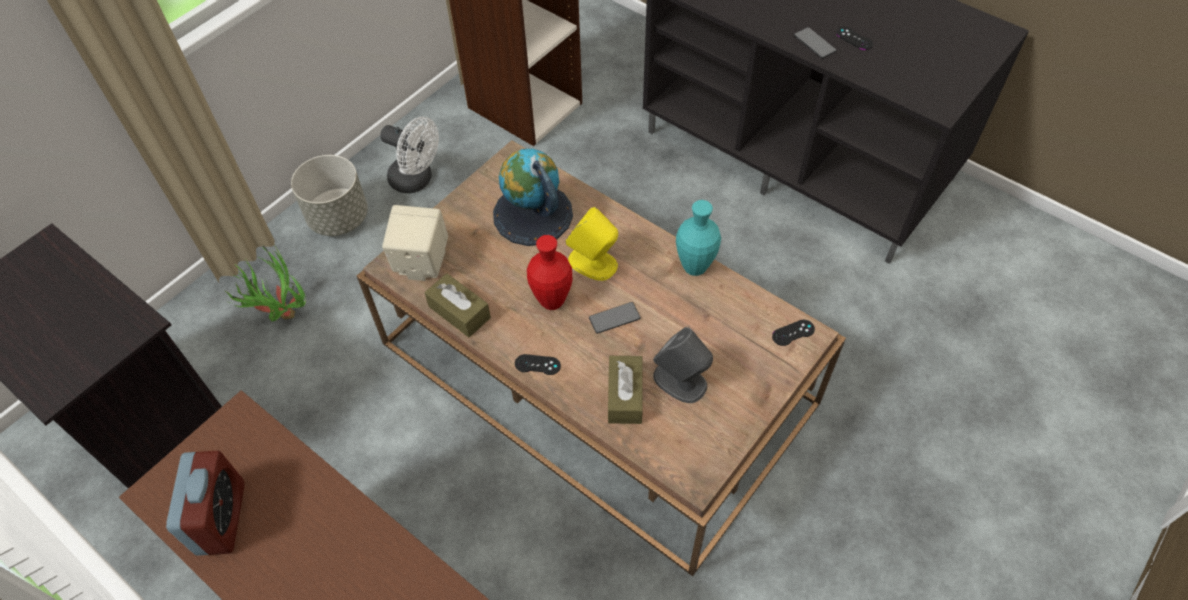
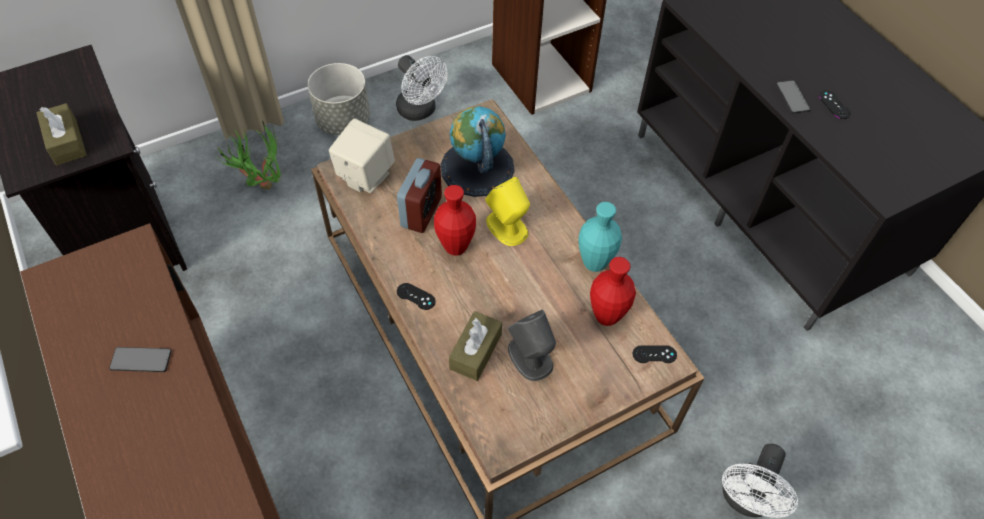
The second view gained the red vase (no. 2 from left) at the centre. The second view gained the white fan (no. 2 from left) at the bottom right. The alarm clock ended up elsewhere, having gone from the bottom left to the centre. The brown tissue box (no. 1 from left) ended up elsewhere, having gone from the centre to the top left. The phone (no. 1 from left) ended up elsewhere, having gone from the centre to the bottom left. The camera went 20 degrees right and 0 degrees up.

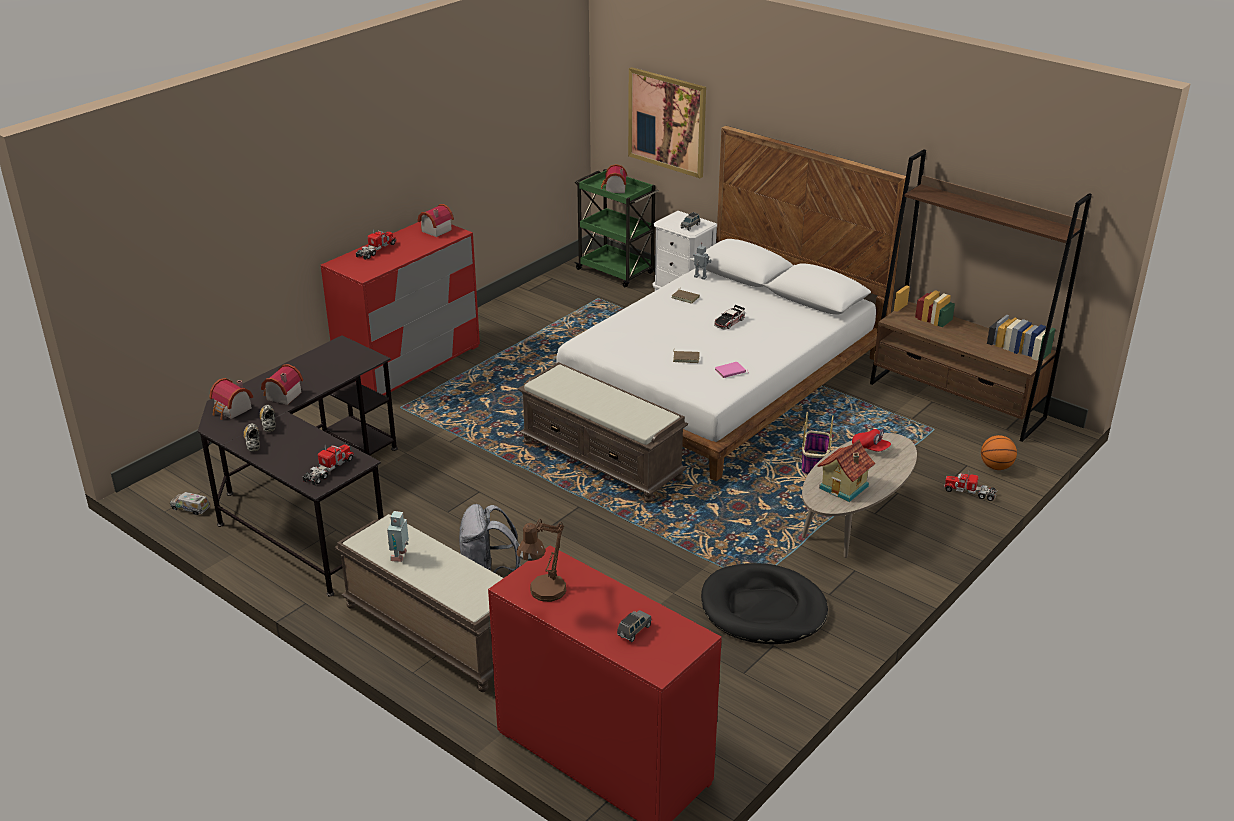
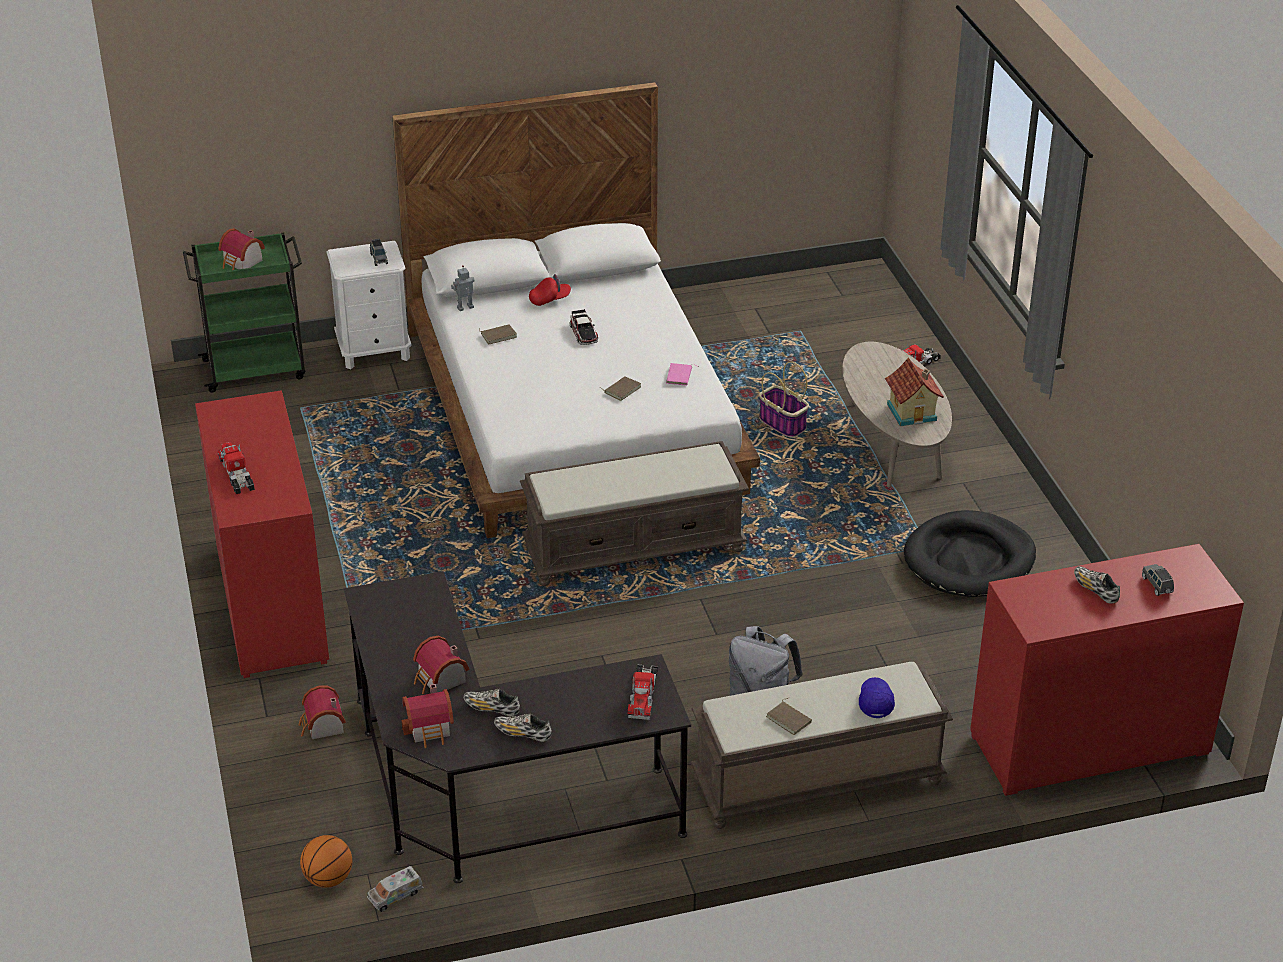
The second view lost the brown table lamp at the bottom centre. The second view lost the picture at the top centre. The second view lost the brown bookcase at the middle right. The second view gained the blue cap at the bottom right. The second view gained the shoe (no. 3 from left) at the middle right. The toy house (no. 3 from left in the first image) ended up elsewhere, having gone from the top centre to the bottom left. The red cap ended up elsewhere, having gone from the middle right to the top centre. The basketball ended up elsewhere, having gone from the middle right to the bottom left. Where the toy robot (no. 1 from left) stood at the middle left, the brown book (no. 3 from left) came to stand at the bottom centre. The toy truck (no. 2 from left in the first image) at the middle left ended up facing another way, 150 degrees counterclockwise from before. The camera went 55 degrees left and 5 degrees up.

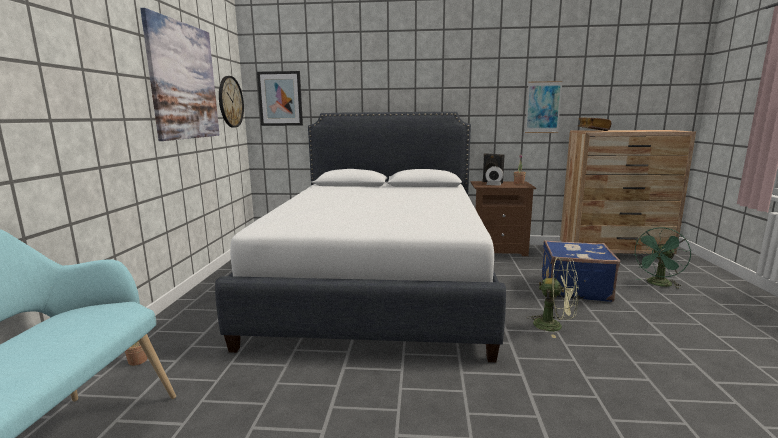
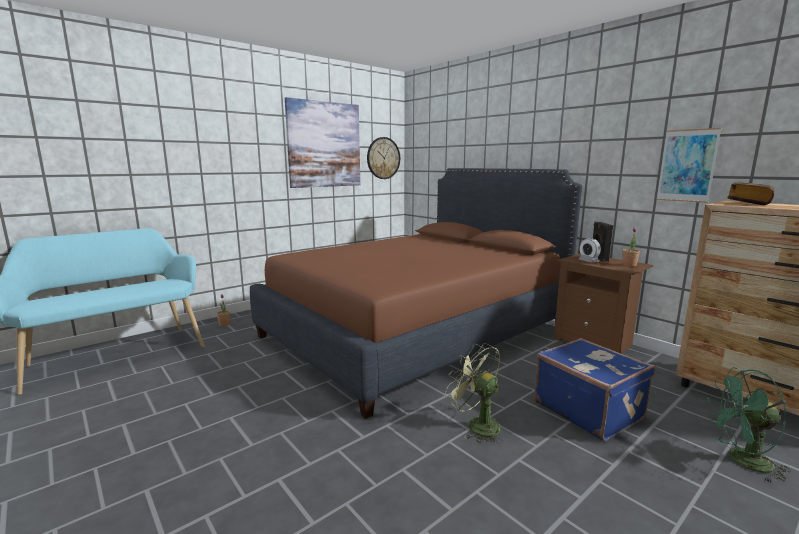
The second view lost the picture (no. 2 from left) at the top centre. What was the white bed at the centre turned into the brown bed at the centre. The green fan (no. 1 from left) at the bottom right ended up facing another way, 150 degrees clockwise from before. The camera went 45 degrees right and 0 degrees up.

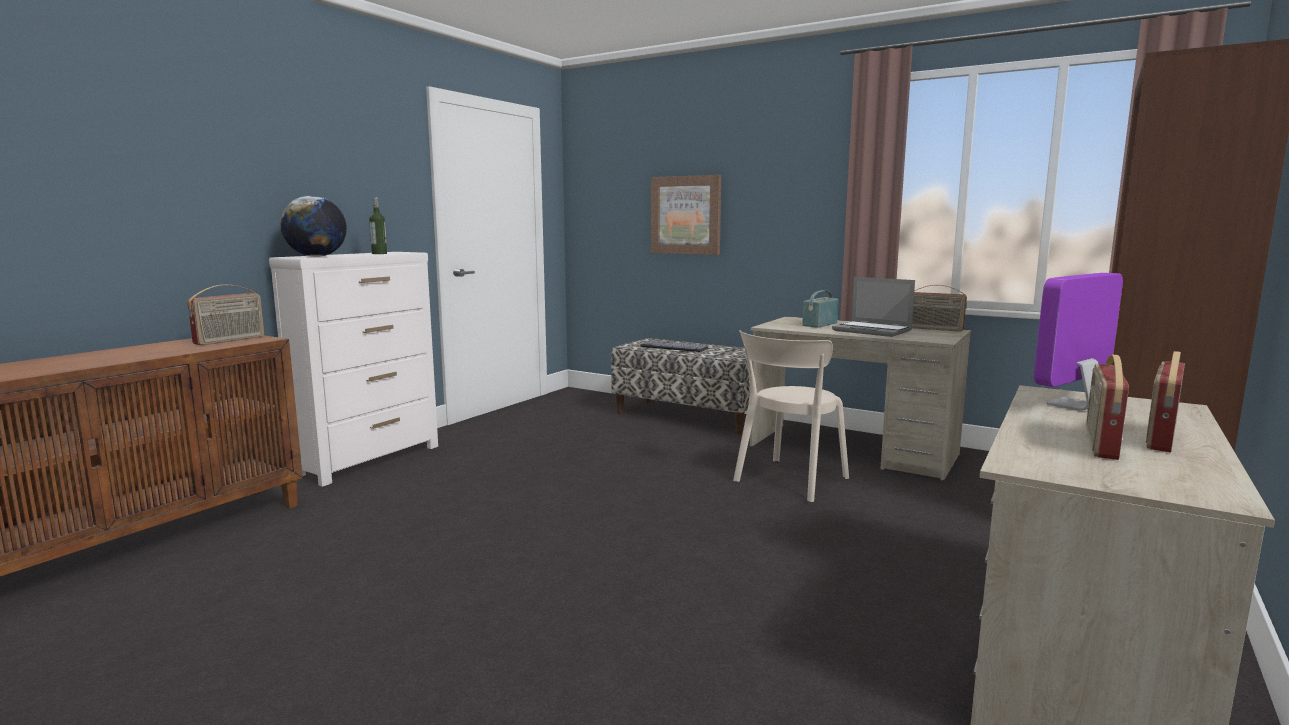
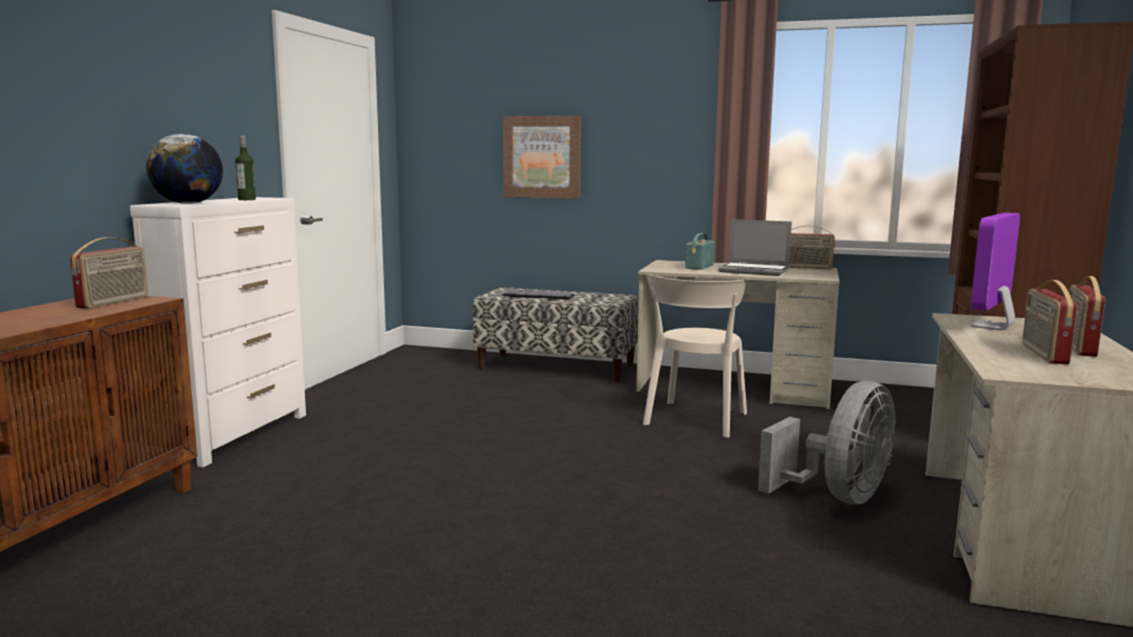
The second view gained the grey fan at the bottom right. The camera went 15 degrees left and 0 degrees up.

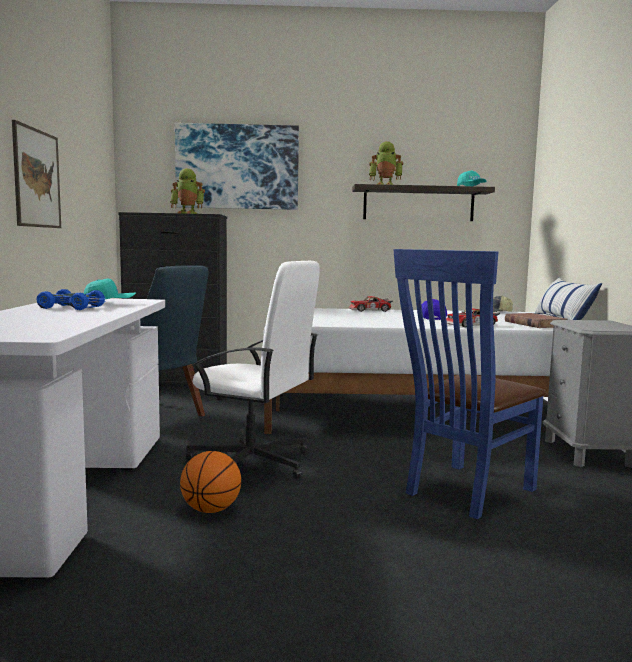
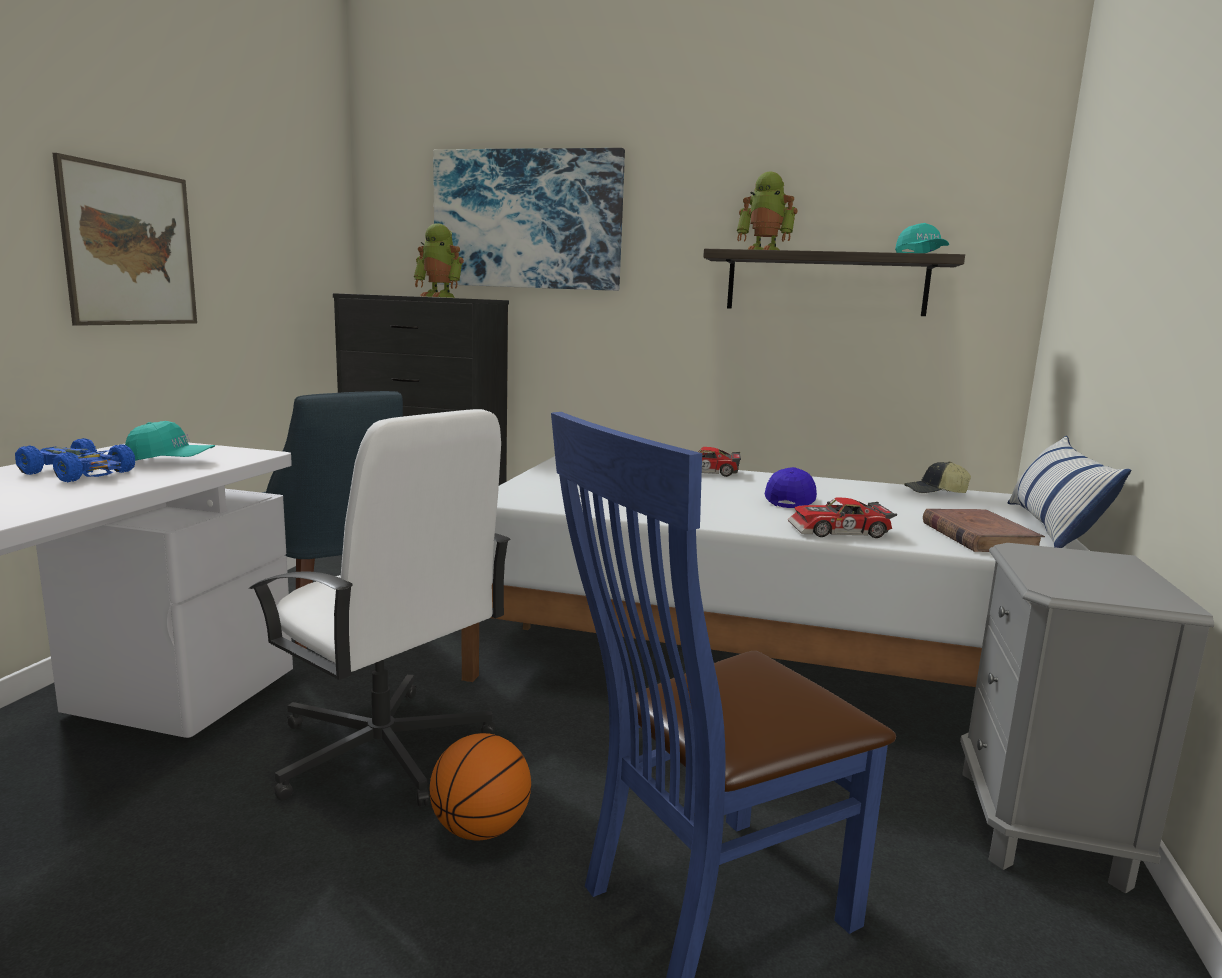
The basketball ended up elsewhere, having gone from the bottom left to the bottom centre. The camera went 15 degrees right and 5 degrees up.

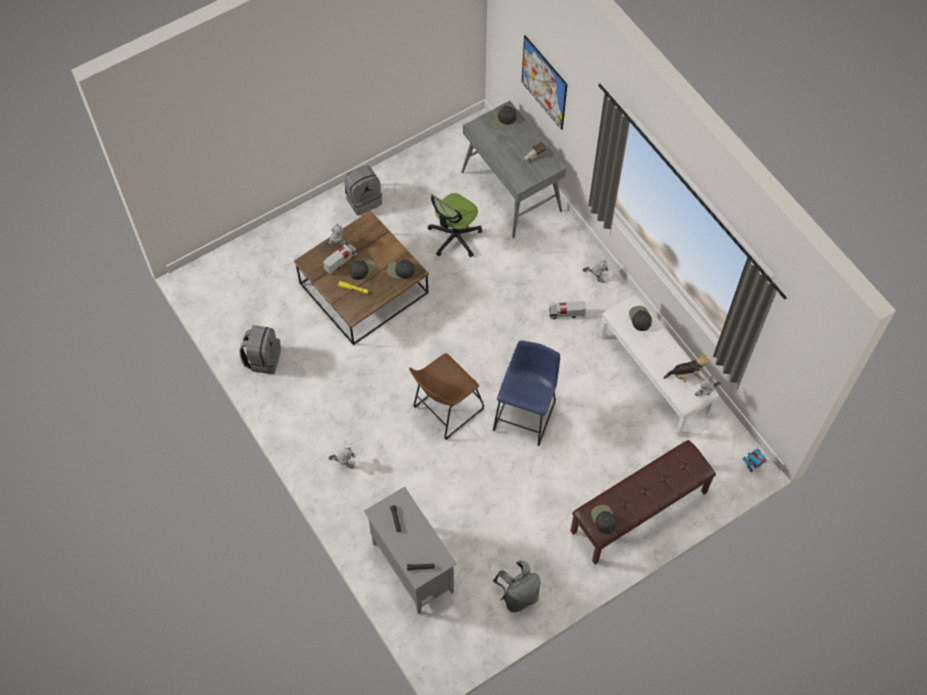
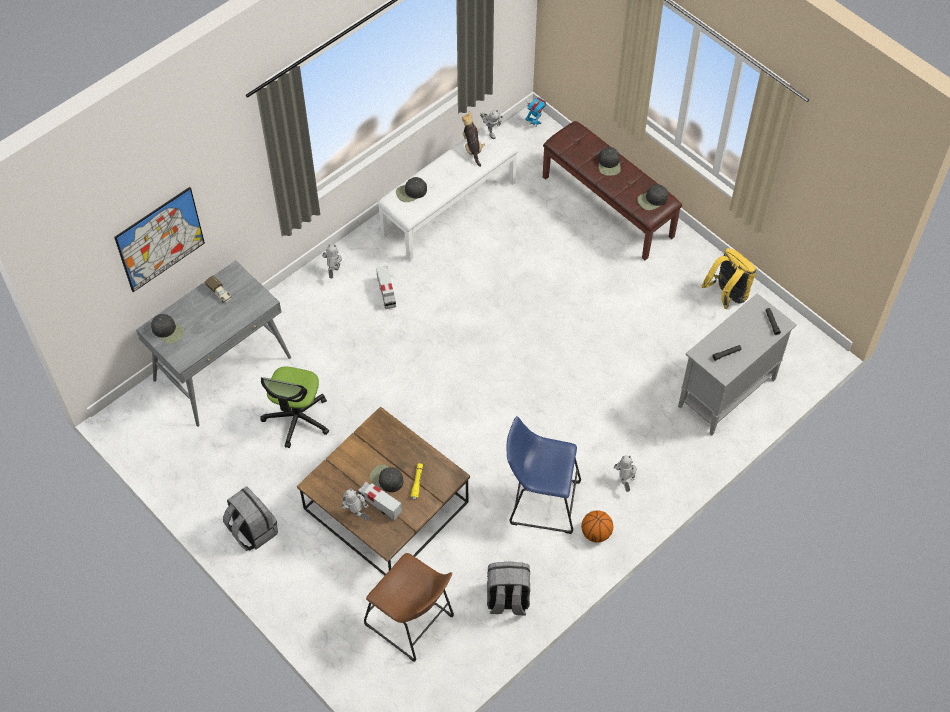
The second view gained the basketball at the bottom centre. The black cap (no. 2 from left in the first image) ended up elsewhere, having gone from the centre to the top centre. The brown stool ended up elsewhere, having gone from the centre to the bottom centre. The blue stool ended up elsewhere, having gone from the centre to the bottom centre. What was the grey backpack (no. 3 from left) at the bottom centre turned into the yellow backpack at the middle right. The office chair at the top centre ended up facing another way, 75 degrees clockwise from before. The camera went 100 degrees left and 5 degrees down.

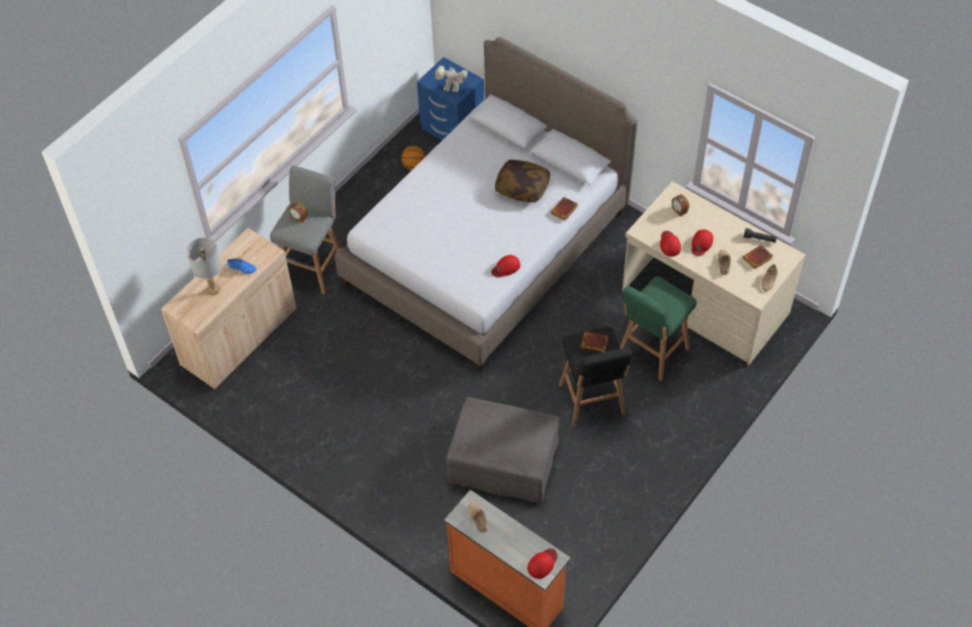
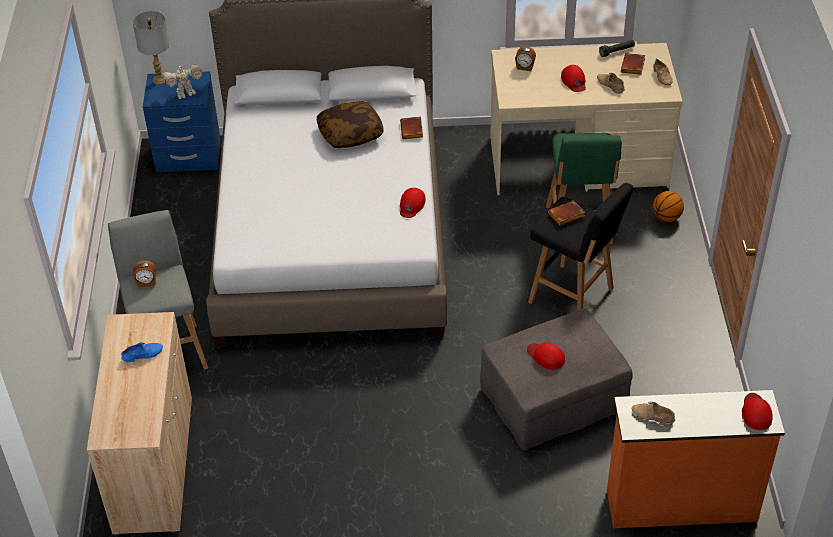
The grey table lamp ended up elsewhere, having gone from the middle left to the top left. The basketball ended up elsewhere, having gone from the top centre to the middle right. The red cap (no. 3 from left in the first image) ended up elsewhere, having gone from the middle right to the centre. The camera went 40 degrees left and 10 degrees down.

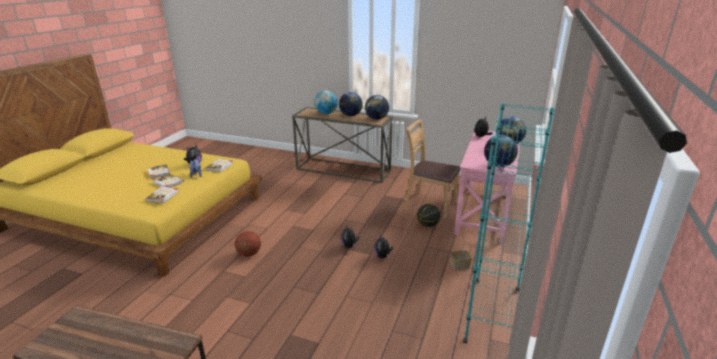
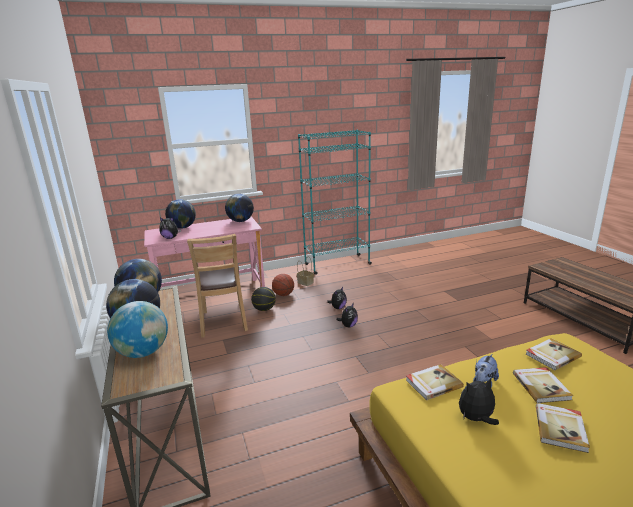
The basketball (no. 1 from left in the first image) ended up elsewhere, having gone from the bottom centre to the centre. The camera went 130 degrees left and 5 degrees down.

